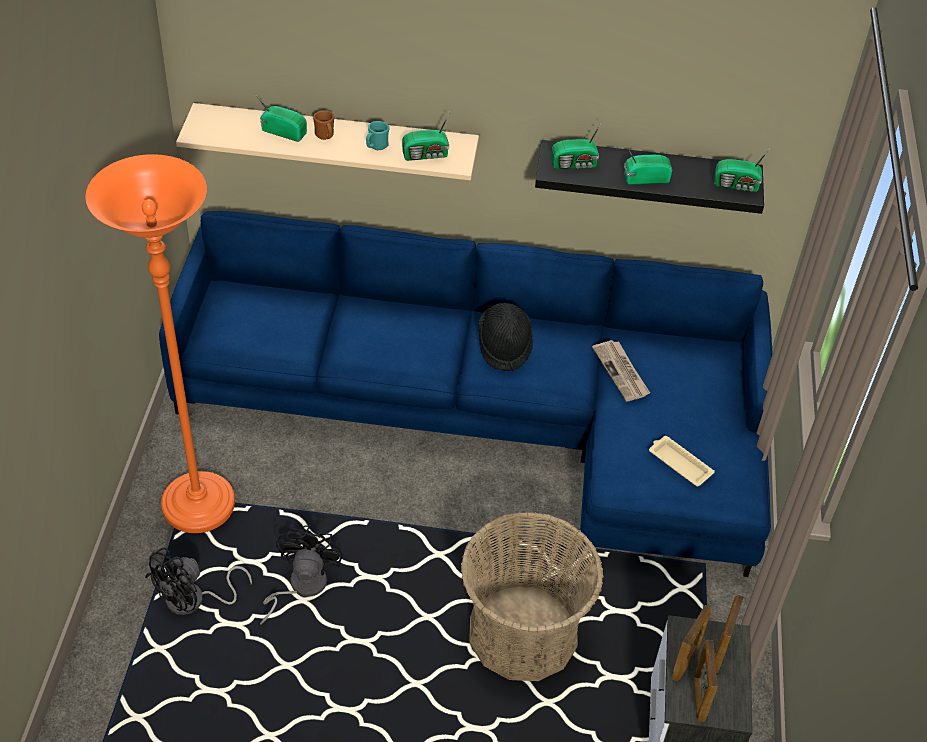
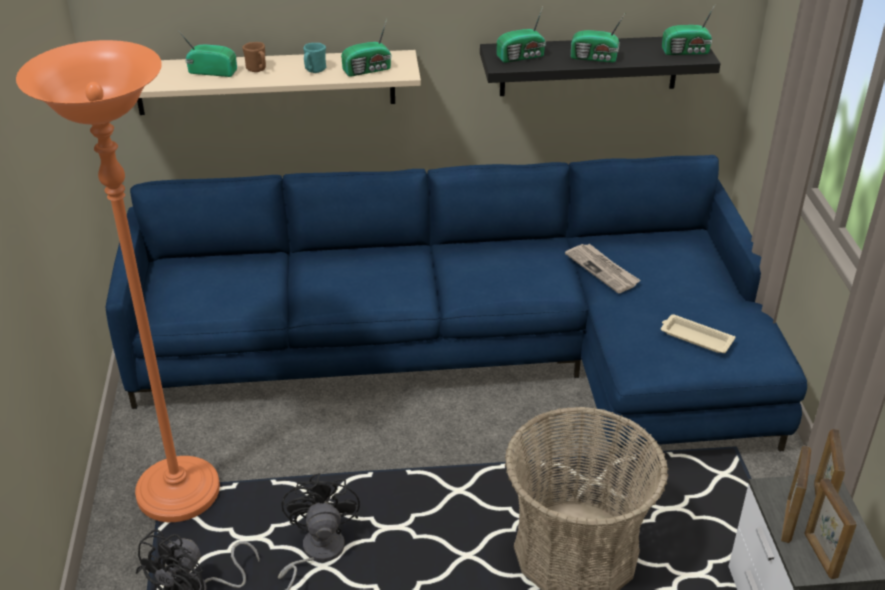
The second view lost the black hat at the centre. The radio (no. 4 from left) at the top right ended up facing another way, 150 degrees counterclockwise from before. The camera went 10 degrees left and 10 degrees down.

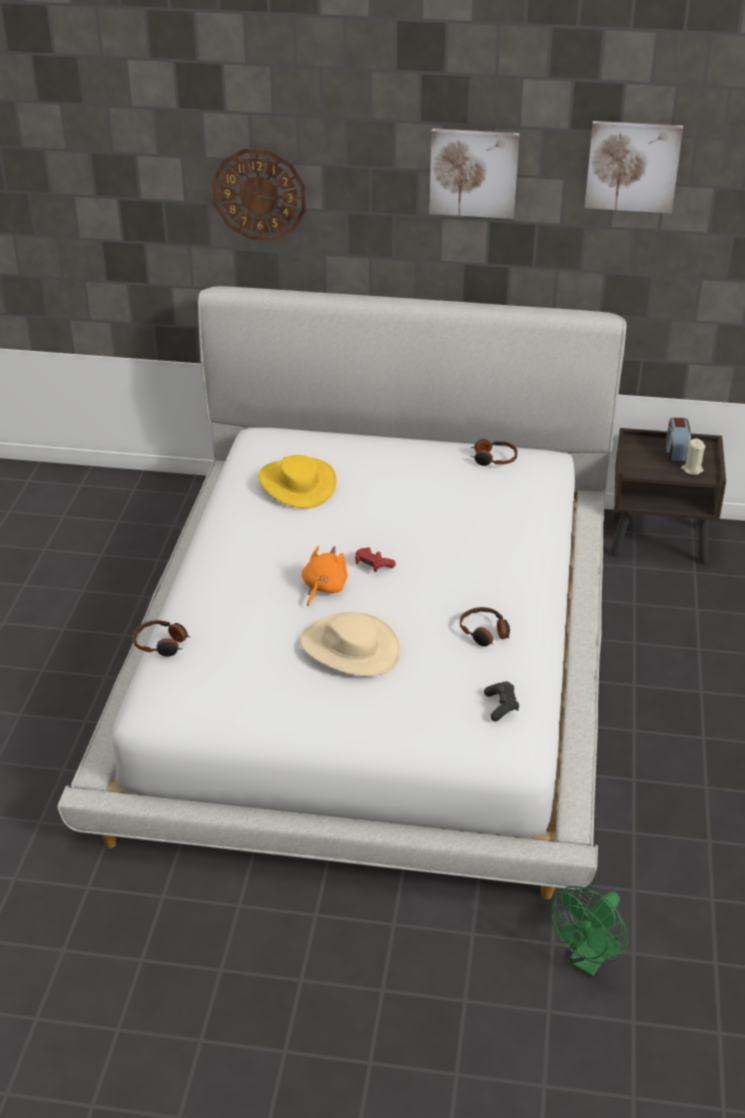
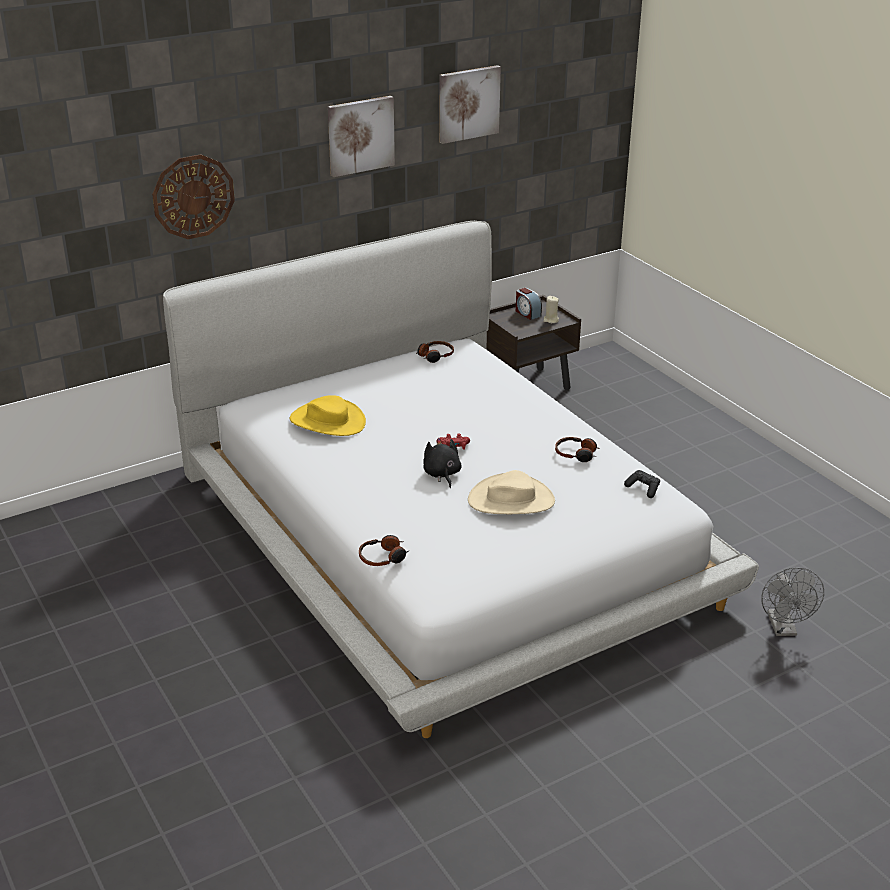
What was the orange plush toy at the centre turned into the black plush toy at the centre. What was the green fan at the bottom right turned into the grey fan at the bottom right. The camera went 40 degrees left and 5 degrees down.

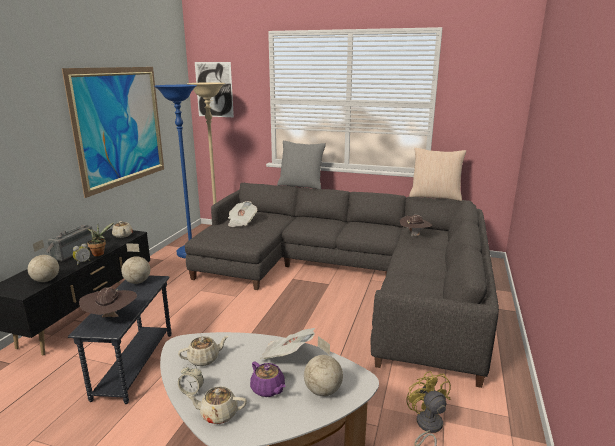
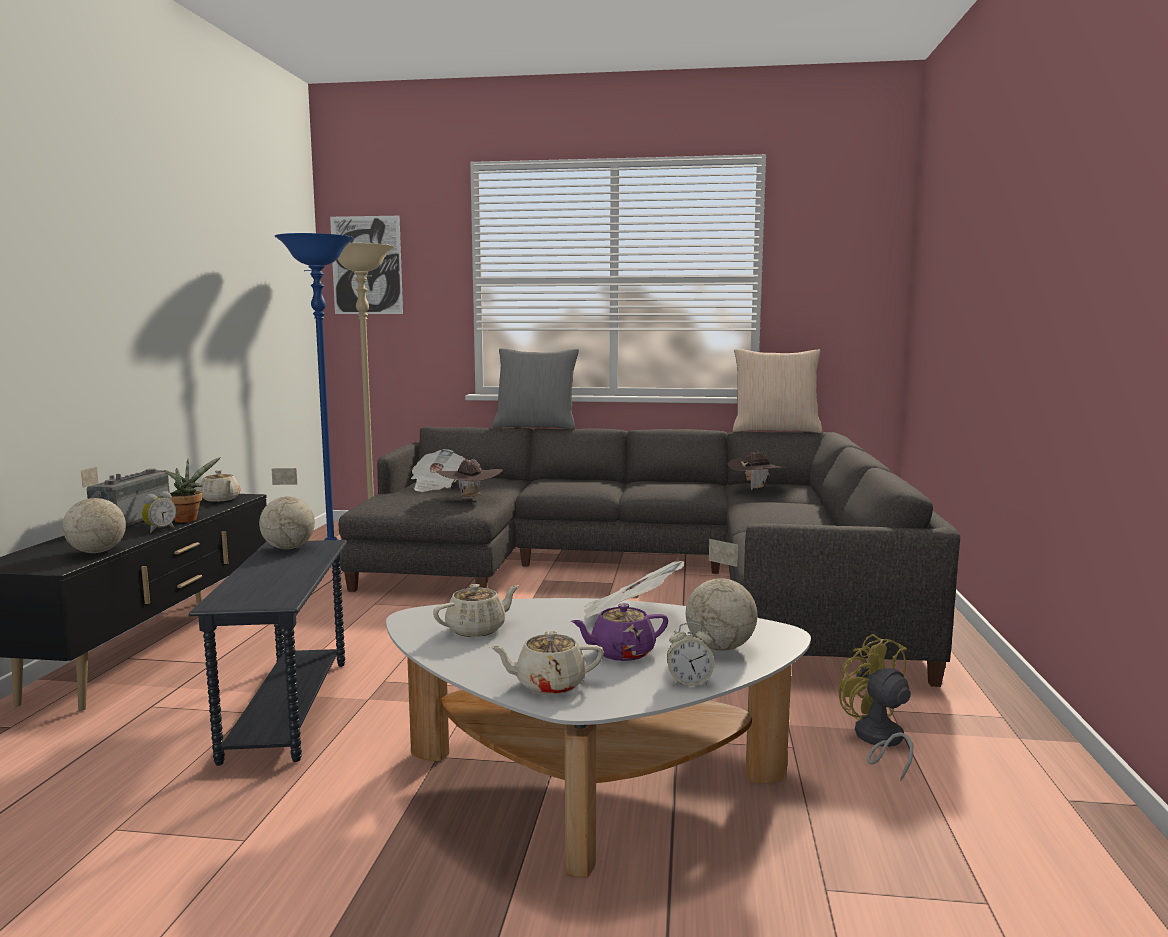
The second view lost the picture (no. 1 from left) at the top left. The brown hat (no. 1 from left) ended up elsewhere, having gone from the bottom left to the centre. The alarm clock (no. 2 from left) ended up elsewhere, having gone from the bottom left to the bottom centre. The purple teapot at the bottom centre ended up facing another way, 120 degrees clockwise from before. The camera went 10 degrees left and 10 degrees down.

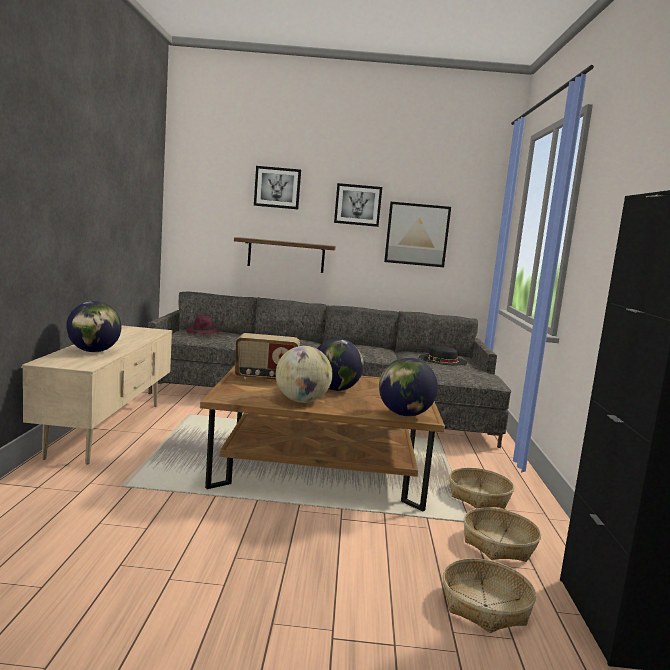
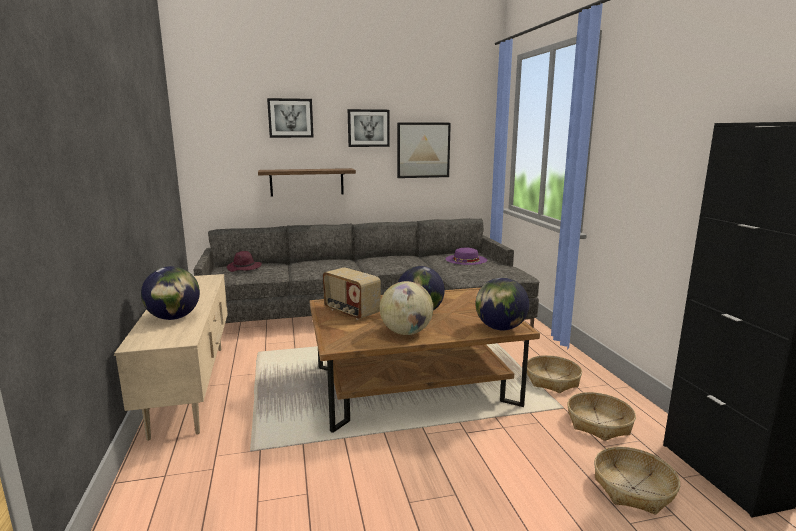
What was the black hat at the centre turned into the purple hat (no. 2 from left) at the centre. The radio at the centre ended up facing another way, 60 degrees clockwise from before. The camera went 15 degrees left and 5 degrees up.

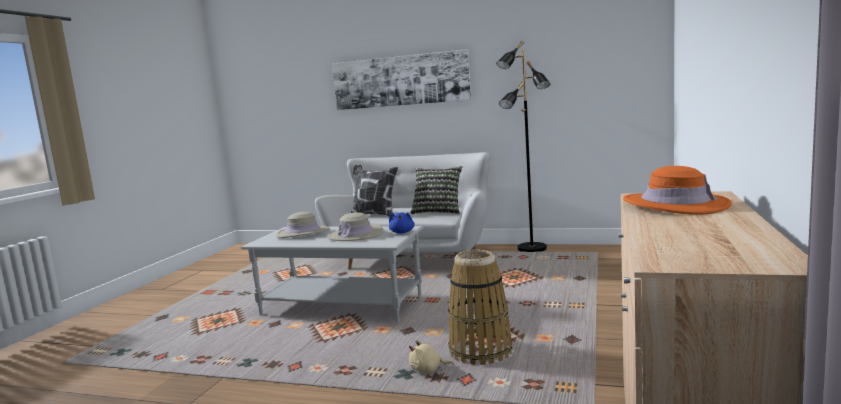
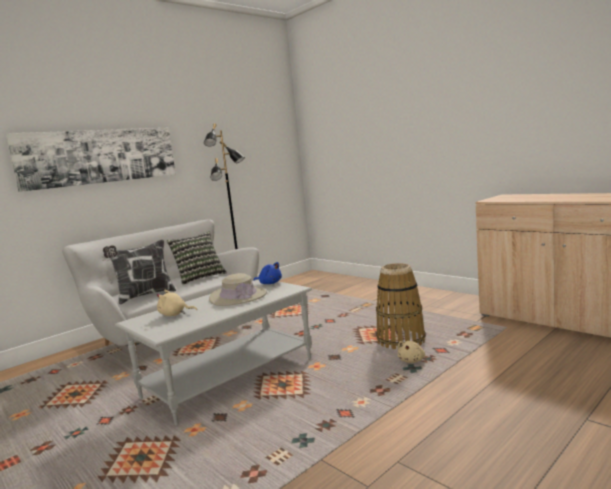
The second view lost the orange hat at the middle right. Where the beige hat (no. 1 from left) stood at the centre, the beige plush toy (no. 1 from left) came to stand at the middle left. The camera went 60 degrees left and 0 degrees up.

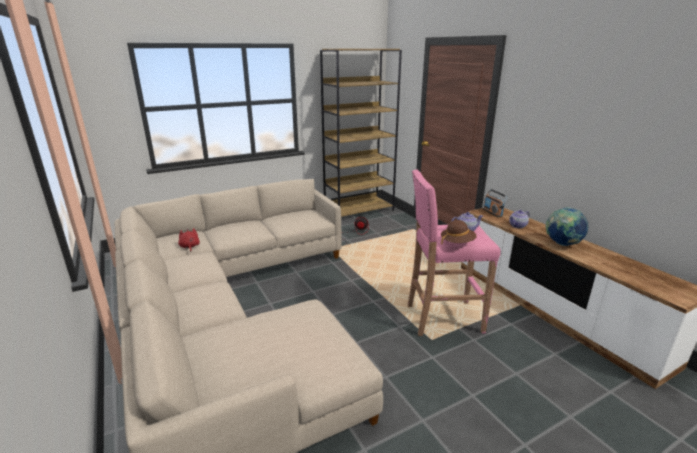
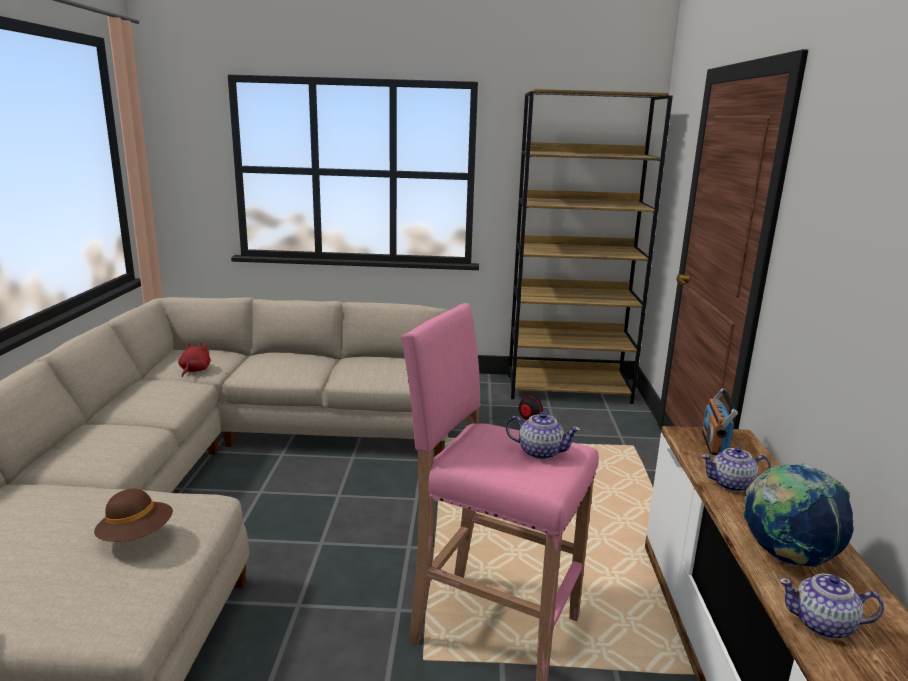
The second view gained the teapot (no. 3 from left) at the bottom right. The brown hat ended up elsewhere, having gone from the centre to the bottom left. The camera went 30 degrees right and 5 degrees down.

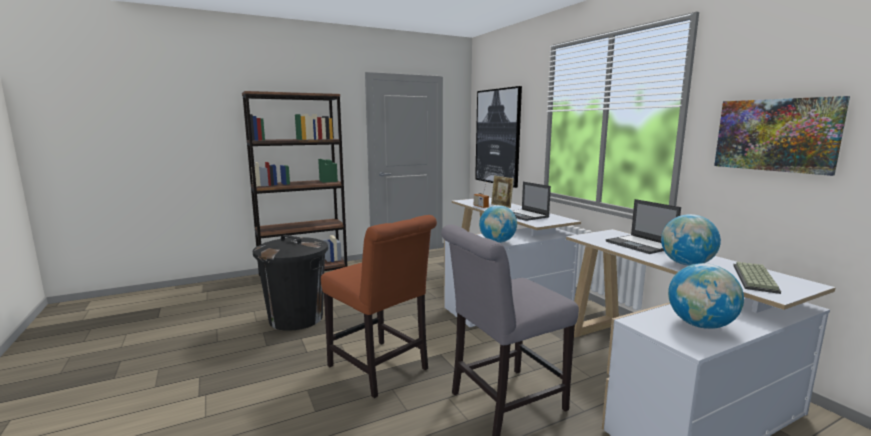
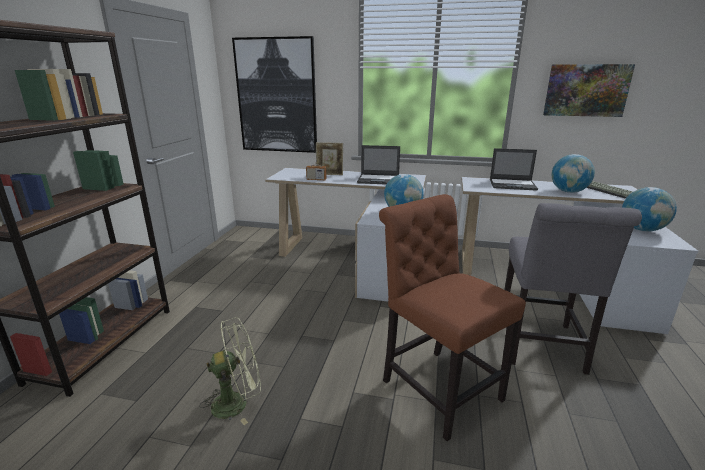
Where the black trash can stood at the middle left, the green fan came to stand at the bottom left. The brown chair at the bottom centre ended up facing another way, 120 degrees counterclockwise from before. The camera went 50 degrees left and 10 degrees up.

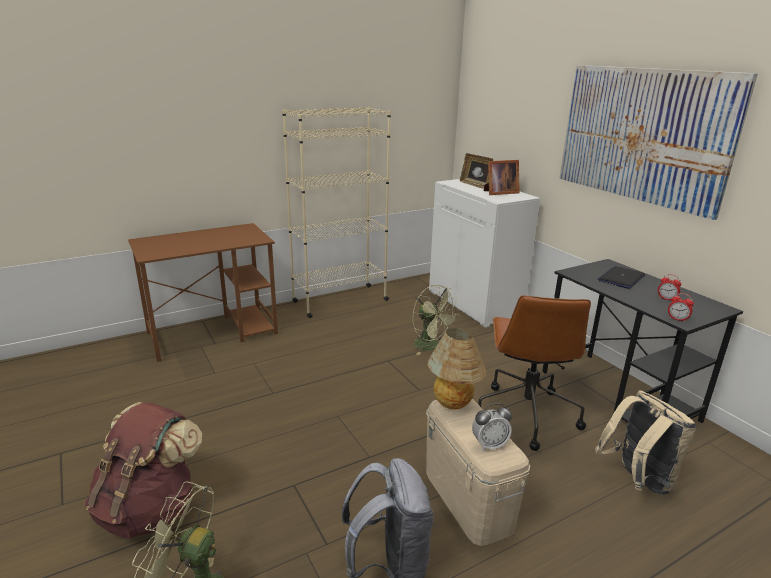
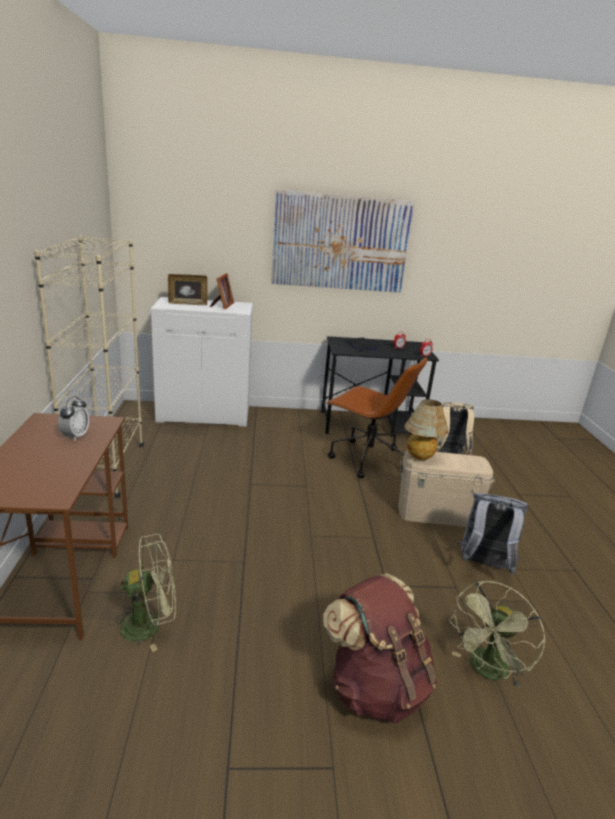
The green fan (no. 2 from left in the first image) ended up elsewhere, having gone from the centre to the bottom left. The alarm clock (no. 1 from left) ended up elsewhere, having gone from the bottom centre to the middle left. The camera went 65 degrees left and 0 degrees up.

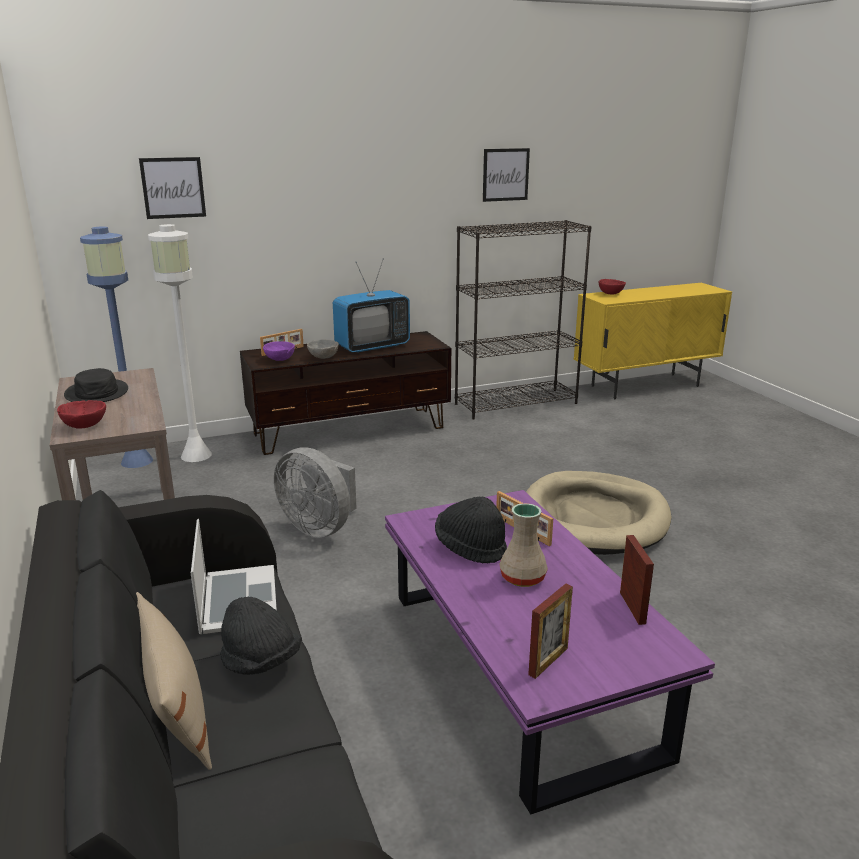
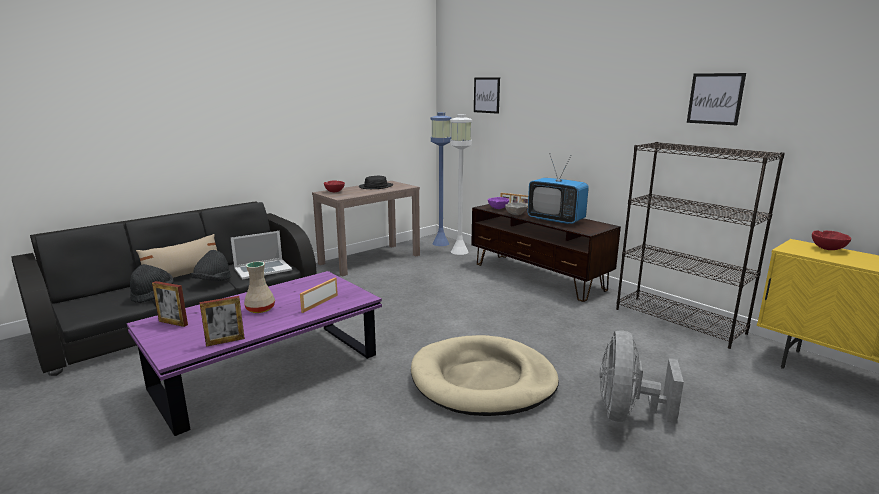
The grey fan ended up elsewhere, having gone from the centre to the bottom right. The black hat (no. 3 from left in the first image) ended up elsewhere, having gone from the centre to the middle left. The camera went 70 degrees right and 5 degrees down.

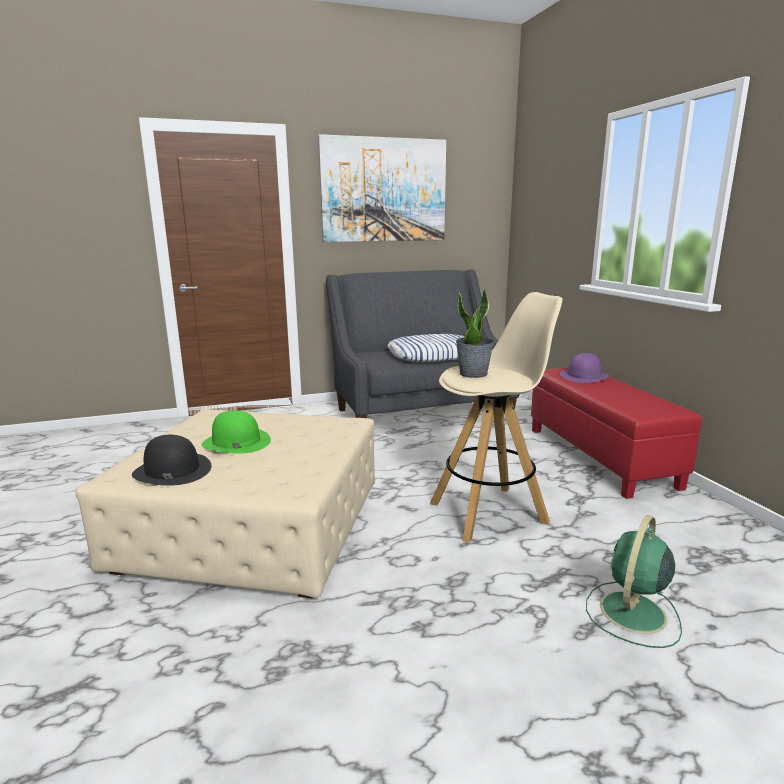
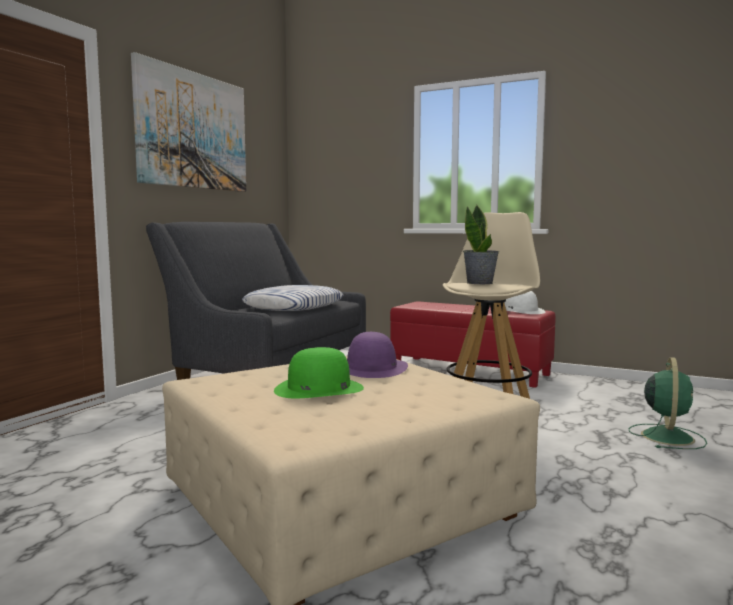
The second view lost the black hat at the middle left. The second view gained the white hat at the middle right. The purple hat ended up elsewhere, having gone from the middle right to the centre. The green fan at the bottom right ended up facing another way, 150 degrees counterclockwise from before. The camera went 45 degrees left and 10 degrees down.

